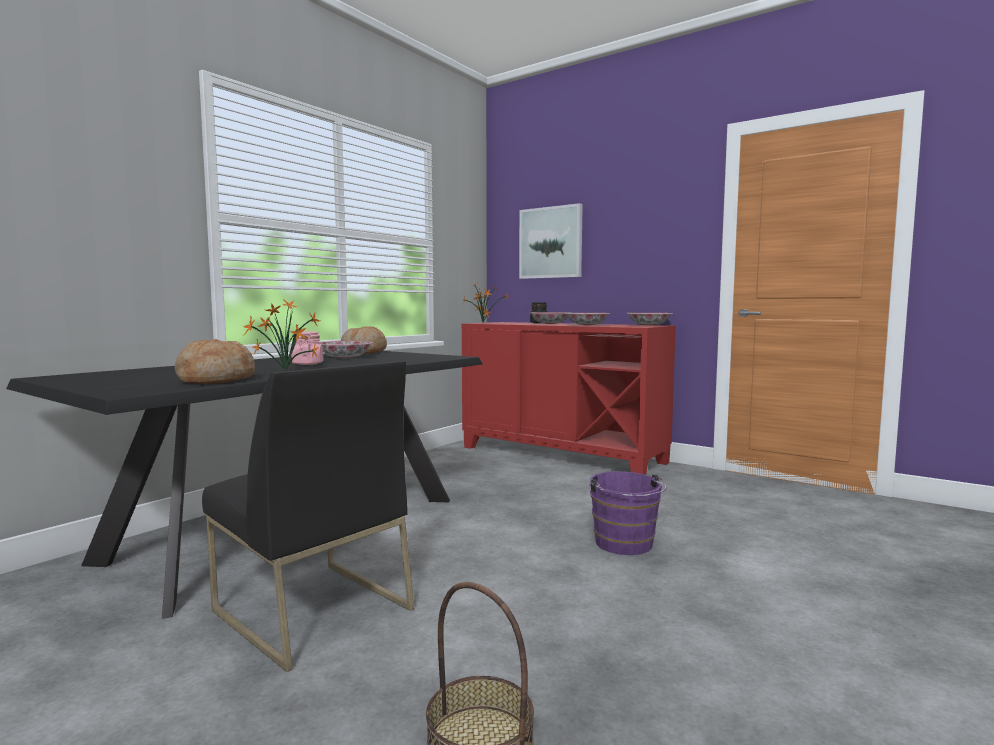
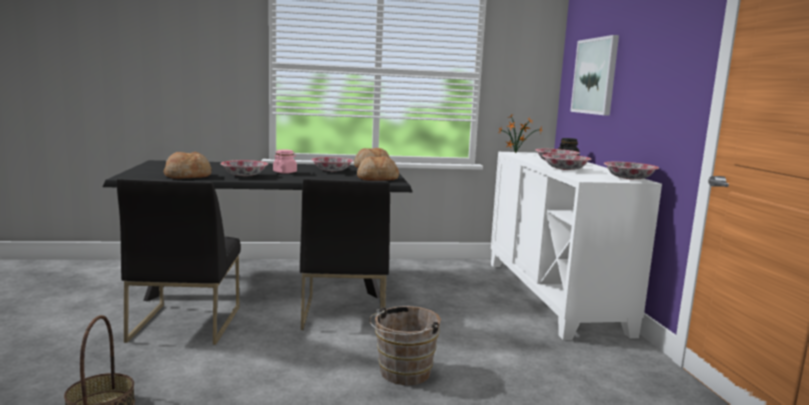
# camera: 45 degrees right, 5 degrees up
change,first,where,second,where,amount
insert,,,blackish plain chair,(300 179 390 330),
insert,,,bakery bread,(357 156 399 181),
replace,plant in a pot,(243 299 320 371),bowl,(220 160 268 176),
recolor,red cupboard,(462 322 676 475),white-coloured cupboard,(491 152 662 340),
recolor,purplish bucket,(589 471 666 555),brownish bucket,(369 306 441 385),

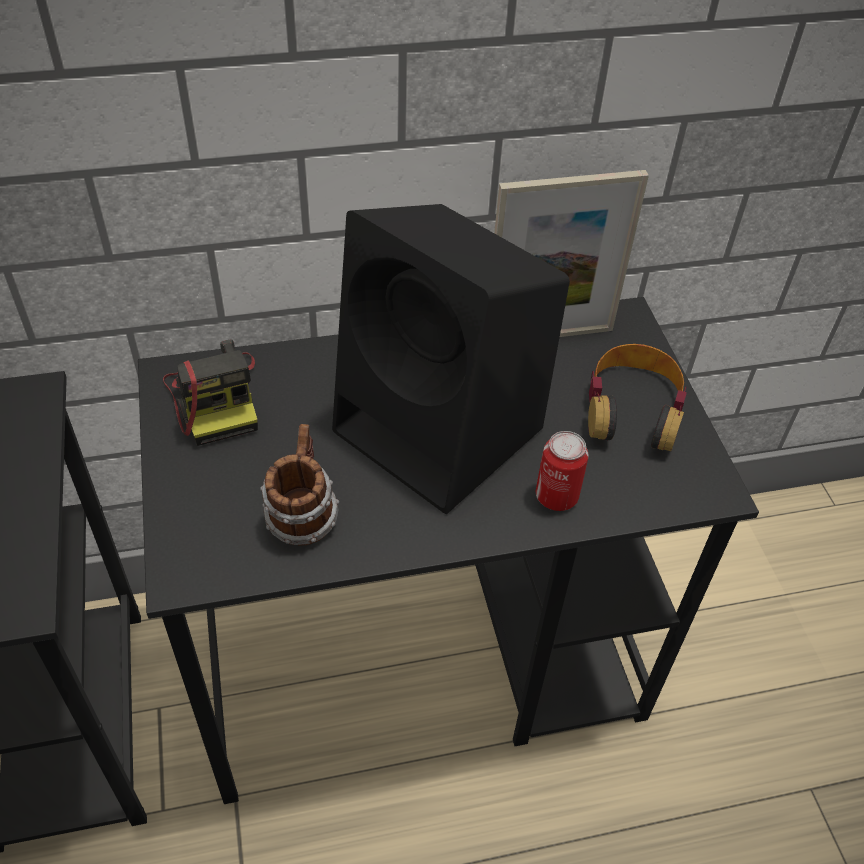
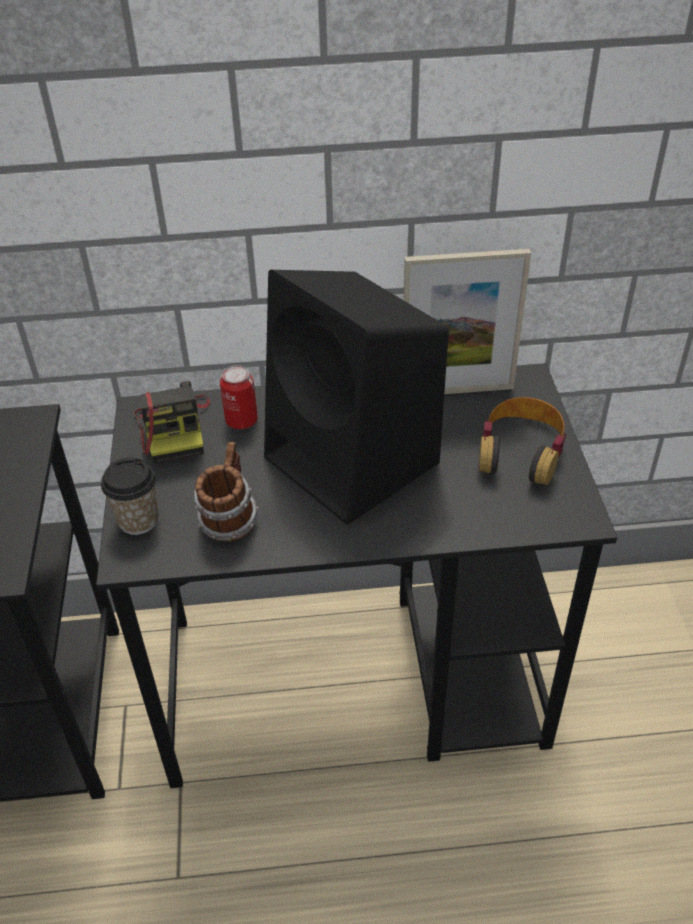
# camera: 10 degrees right, 5 degrees down
change,first,where,second,where,amount
insert,,,drinking cup,(101 458 158 535),
move,can,(536 431 589 511),,(220 365 258 429),

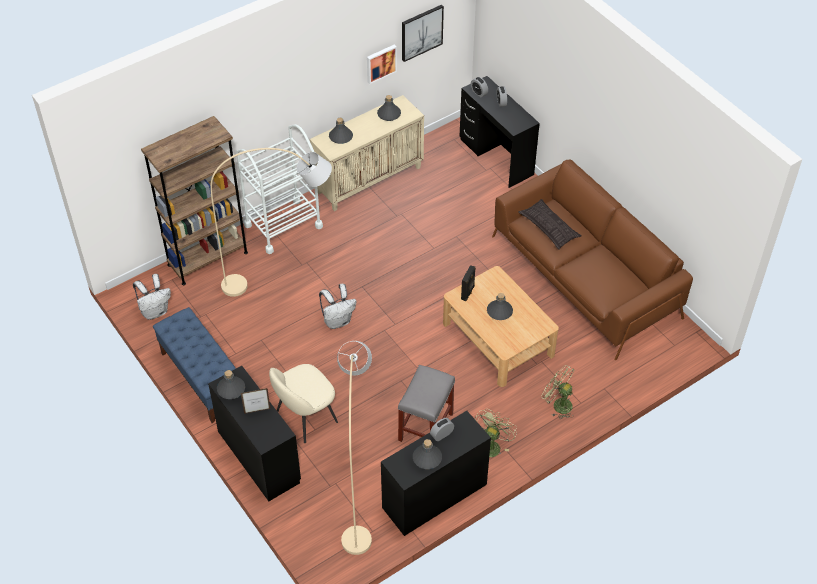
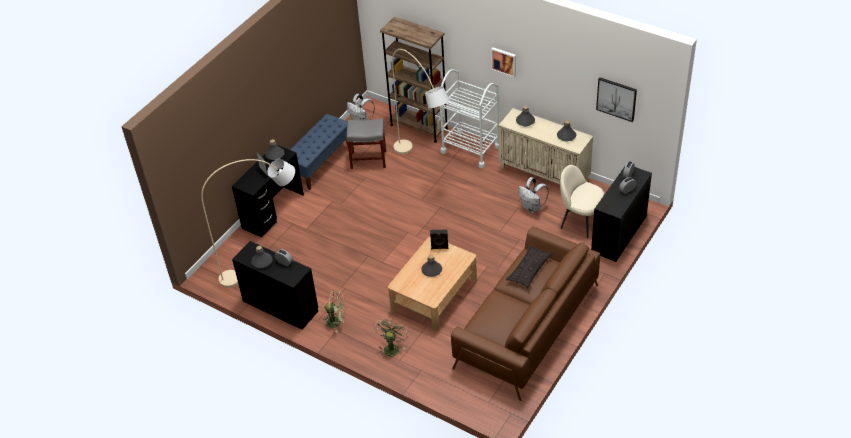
# camera: 70 degrees right, 5 degrees down
change,first,where,second,where,amount
move,sand-coloured plain chair,(269 364 338 443),,(560 165 604 238),
move,white-coloured rucksack,(319 284 356 329),,(518 177 549 213),
move,wall art,(367 44 397 84),,(491 47 516 77),
move,grey sitting stool,(398 365 455 442),,(346 118 386 169),

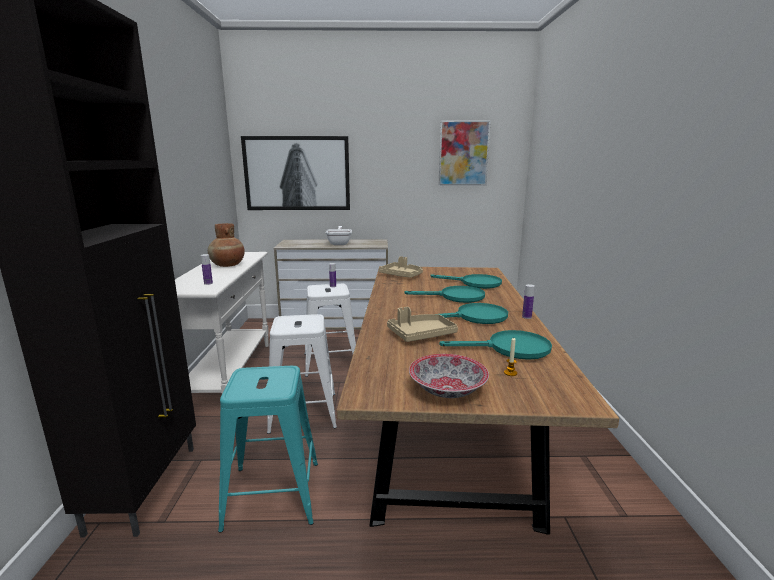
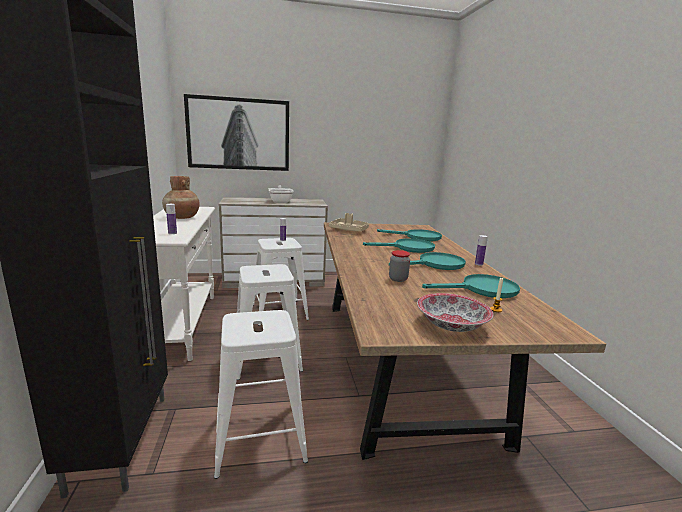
# camera: 10 degrees left, 0 degrees up
change,first,where,second,where,amount
delete,wall art,(439 120 491 186),,,
replace,sand-coloured carrying tray,(387 307 458 342),preserve jar,(389 250 410 282),
recolor,blue-green sitting stool,(218 366 318 532),white-coloured sitting stool,(214 310 308 479),

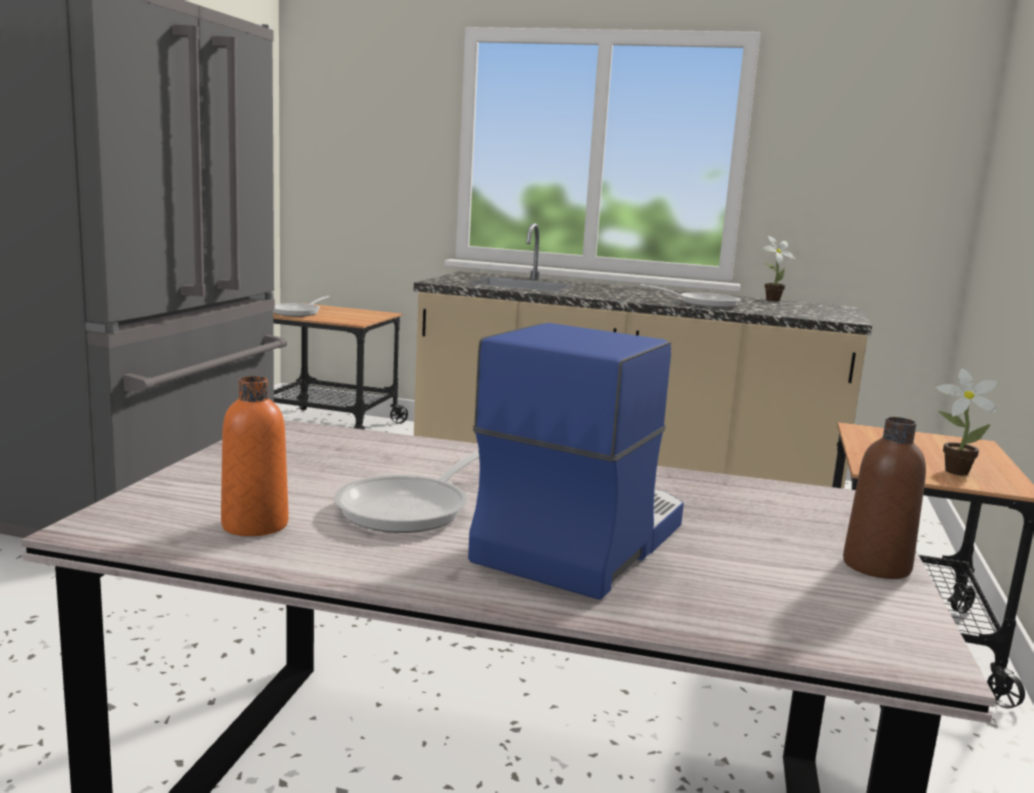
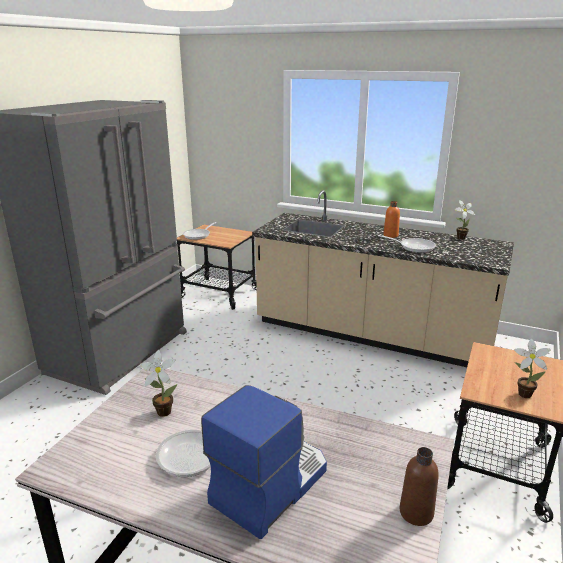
# camera: 10 degrees right, 10 degrees up
change,first,where,second,where,amount
insert,,,plant in a pot,(141 350 178 417),
move,orange-coloured beverage bottle,(221 376 289 536),,(383 201 400 238),

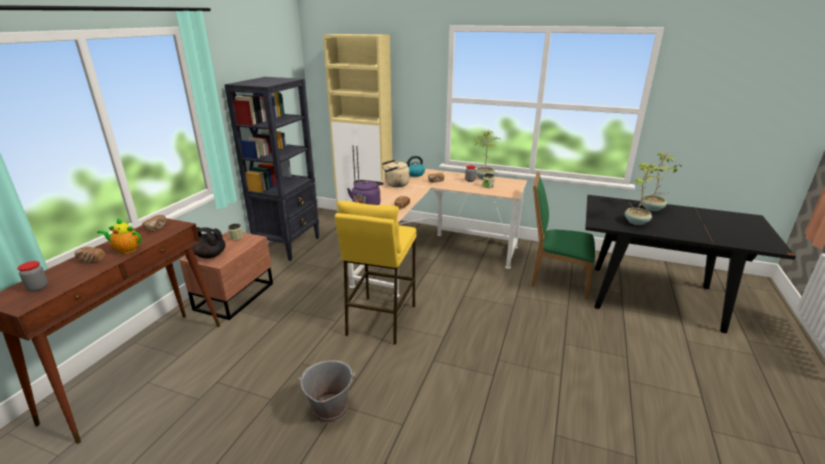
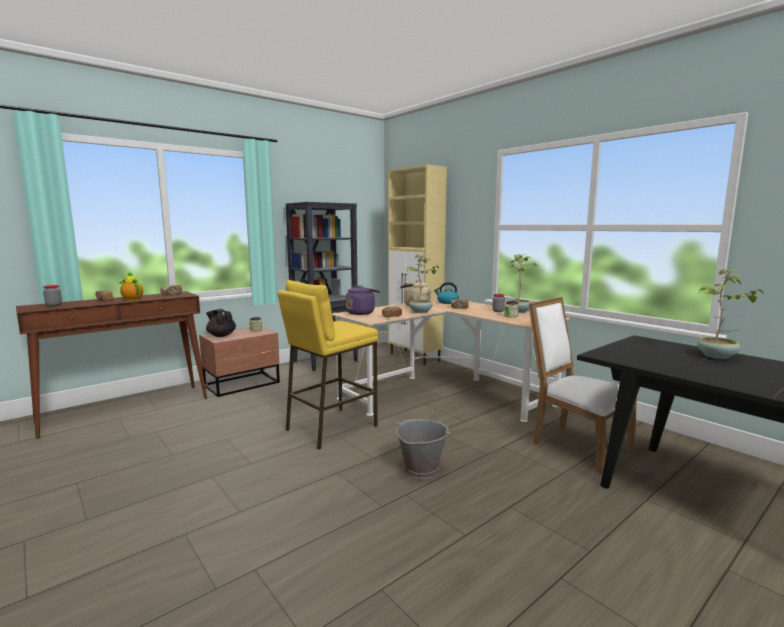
# camera: 30 degrees right, 15 degrees down
change,first,where,second,where,amount
move,grey bucket,(298 360 355 424),,(396 419 450 479),
move,plant in a pot,(625 163 663 225),,(406 254 439 313),
recolor,green-coloured plain chair,(532 171 595 299),white-coloured plain chair,(529 297 638 474),

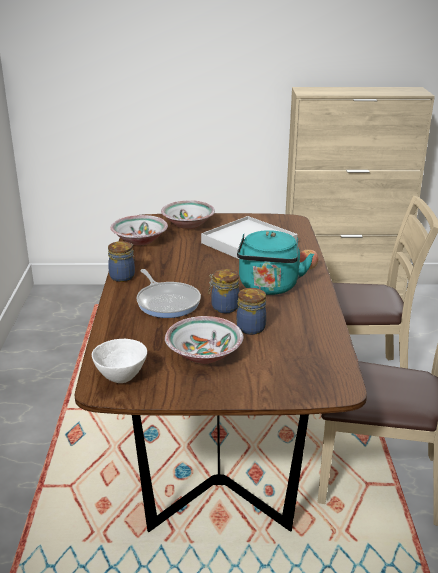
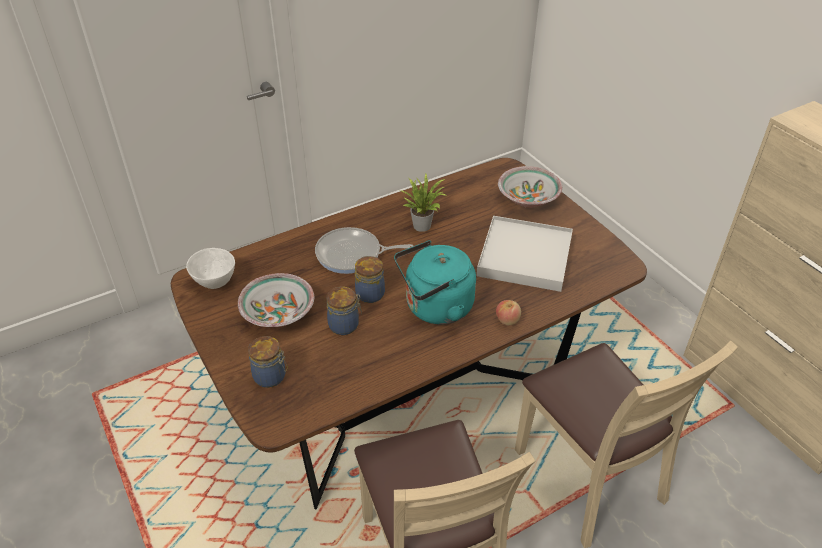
# camera: 60 degrees right, 15 degrees up
change,first,where,second,where,amount
delete,bowl,(111 215 168 245),,,
insert,,,plant in a pot,(402 173 448 232),
move,preserve jar,(108 241 135 282),,(248 336 288 388),
rotate,frying pan,(136 269 201 318),,(315 227 413 274),60 degrees clockwise

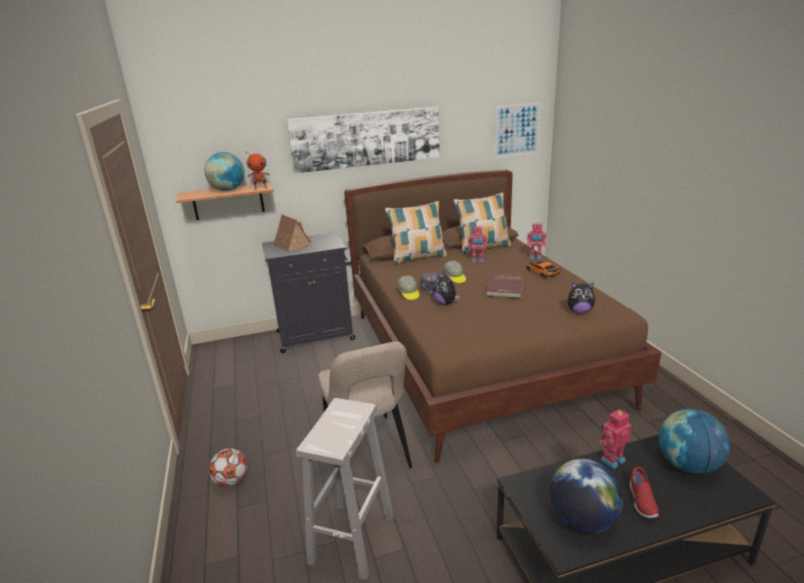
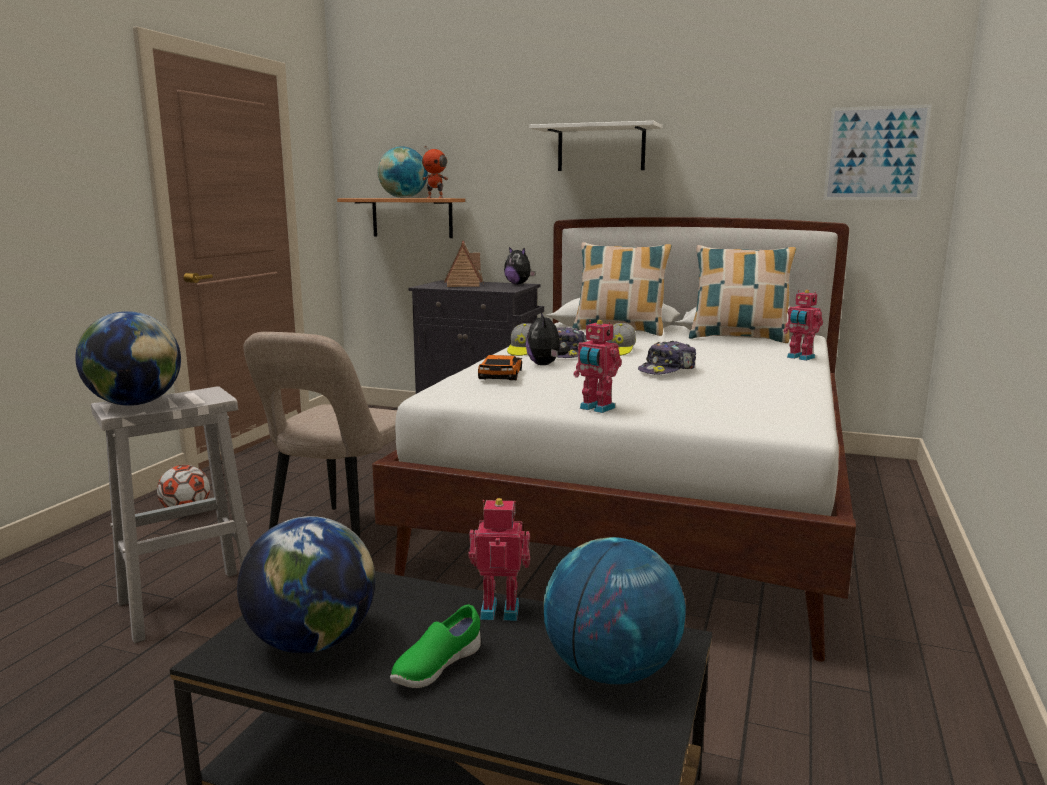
# camera: 35 degrees right, 10 degrees down
change,first,where,second,where,amount
insert,,,desk globe,(75 311 181 406),
move,toy robot,(468 226 487 262),,(573 320 622 413),
move,model car,(526 261 561 278),,(478 355 522 380),
move,plush toy,(567 282 596 314),,(504 247 536 285),
replace,wall art,(286 107 440 174),white-coloured wall shelf,(529 121 662 171),
replace,red volume,(486 274 524 298),peaked cap,(638 341 696 374),
recolor,brownish bedroom bed,(344 170 661 463),white-coloured bedroom bed,(372 217 856 662),
recolor,red shoe,(630 467 659 518),green-coloured shoe,(390 605 481 688),

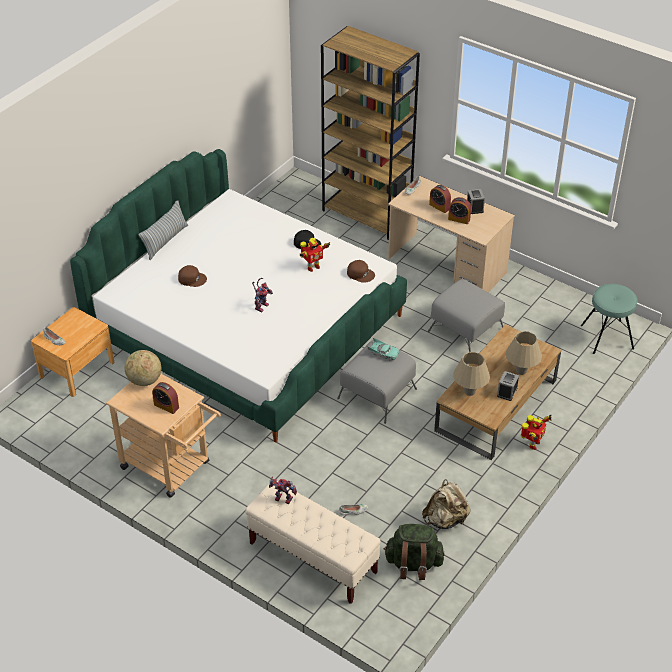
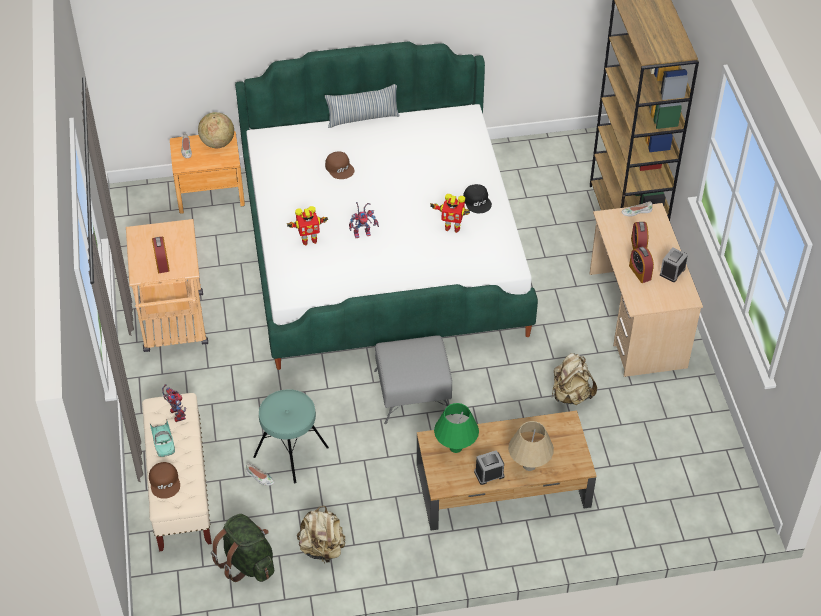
# camera: 45 degrees right, 5 degrees up
change,first,where,second,where,amount
move,desk globe,(125 350 161 386),,(198 112 234 149),
move,brownish peaked cap,(347 260 375 283),,(149 462 180 499),
move,blue-green model car,(367 338 400 361),,(150 421 175 457),
move,toy robot,(521 415 552 450),,(287 206 328 245),
move,blue-green sitting stool,(581 284 637 354),,(253 389 329 483),
replace,grey ottoman,(428 279 505 352),sand-coloured rucksack,(552 353 597 405),
recolor,sand-coloured table lamp,(453 352 490 396),green-coloured table lamp,(434 403 479 453),

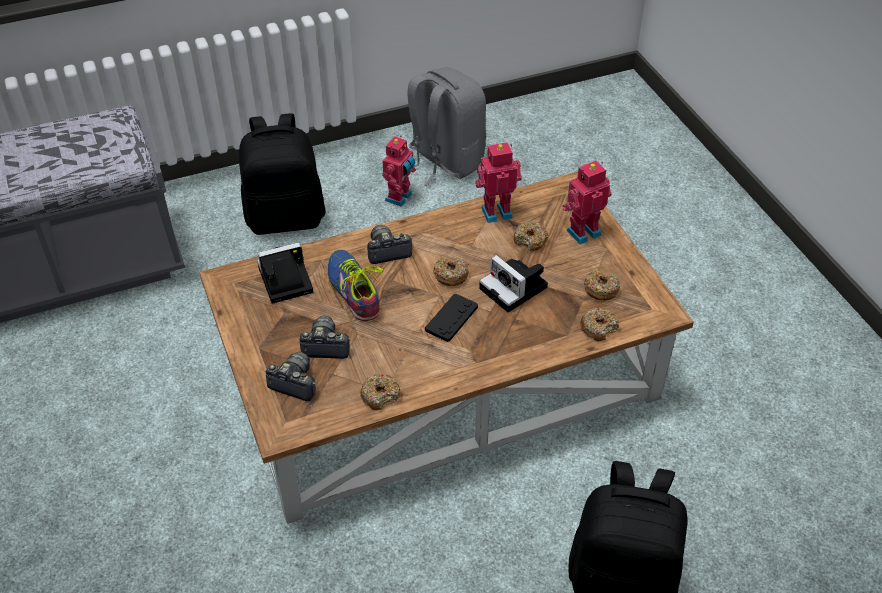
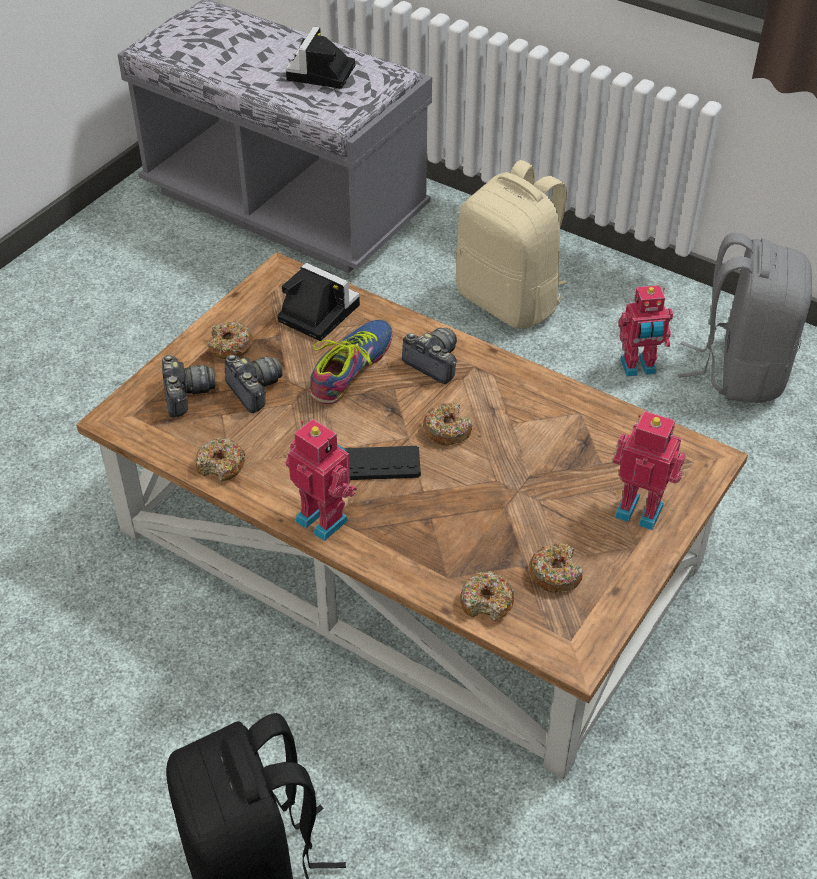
# camera: 55 degrees right, 0 degrees up
change,first,where,second,where,amount
move,toy robot,(475 142 522 223),,(285 419 357 541),
move,photo camera,(479 255 548 312),,(286 27 356 89),
move,donut,(514 221 548 251),,(208 321 253 359),
recolor,blackish rucksack,(239 113 325 235),sand-coloured rucksack,(455 160 567 329),

